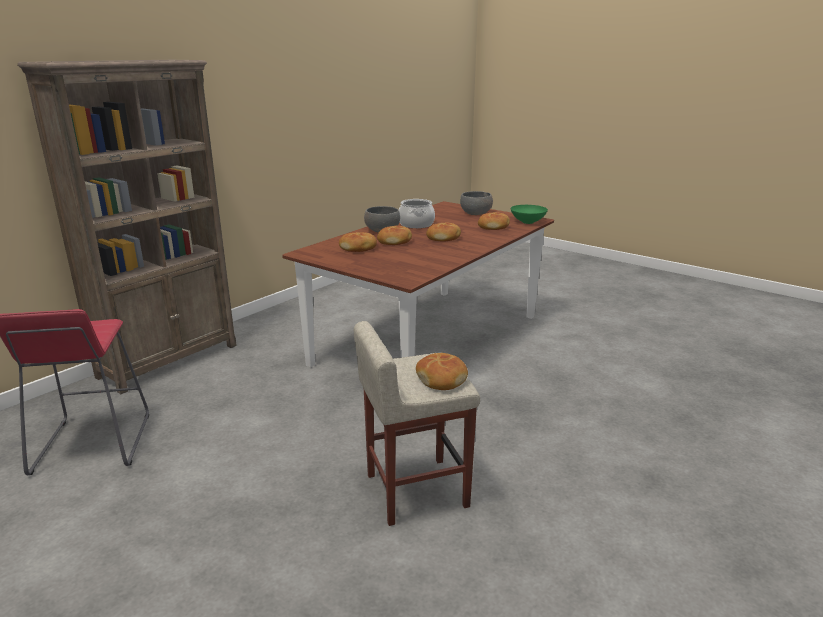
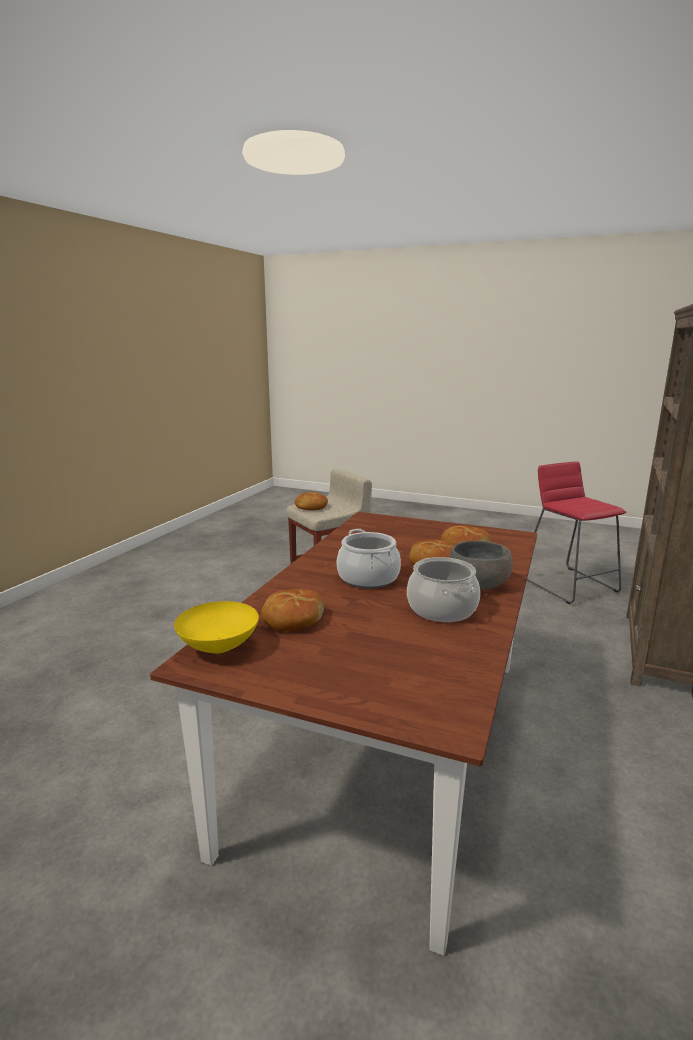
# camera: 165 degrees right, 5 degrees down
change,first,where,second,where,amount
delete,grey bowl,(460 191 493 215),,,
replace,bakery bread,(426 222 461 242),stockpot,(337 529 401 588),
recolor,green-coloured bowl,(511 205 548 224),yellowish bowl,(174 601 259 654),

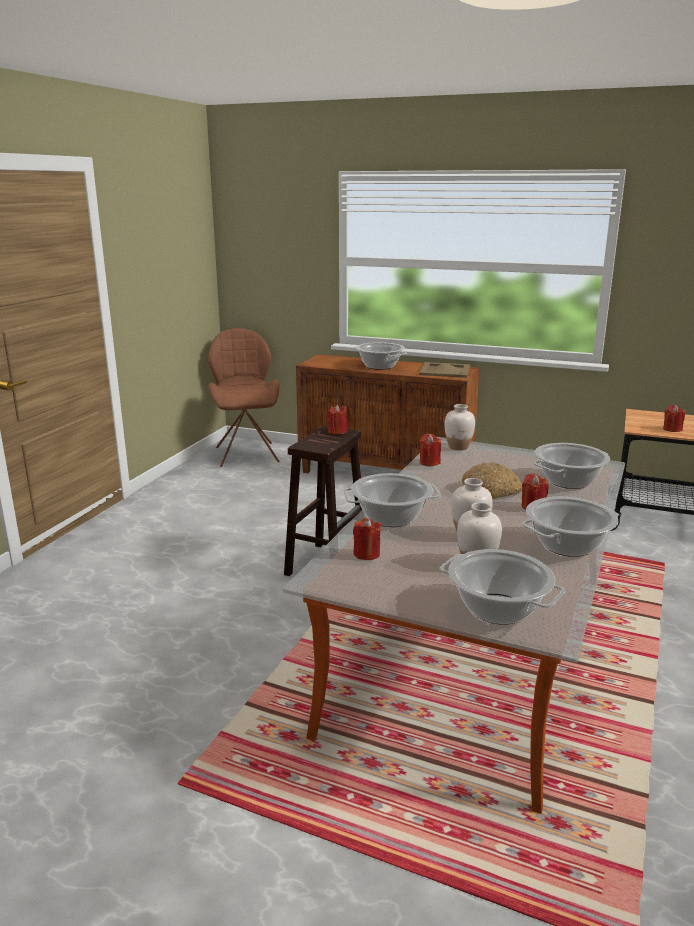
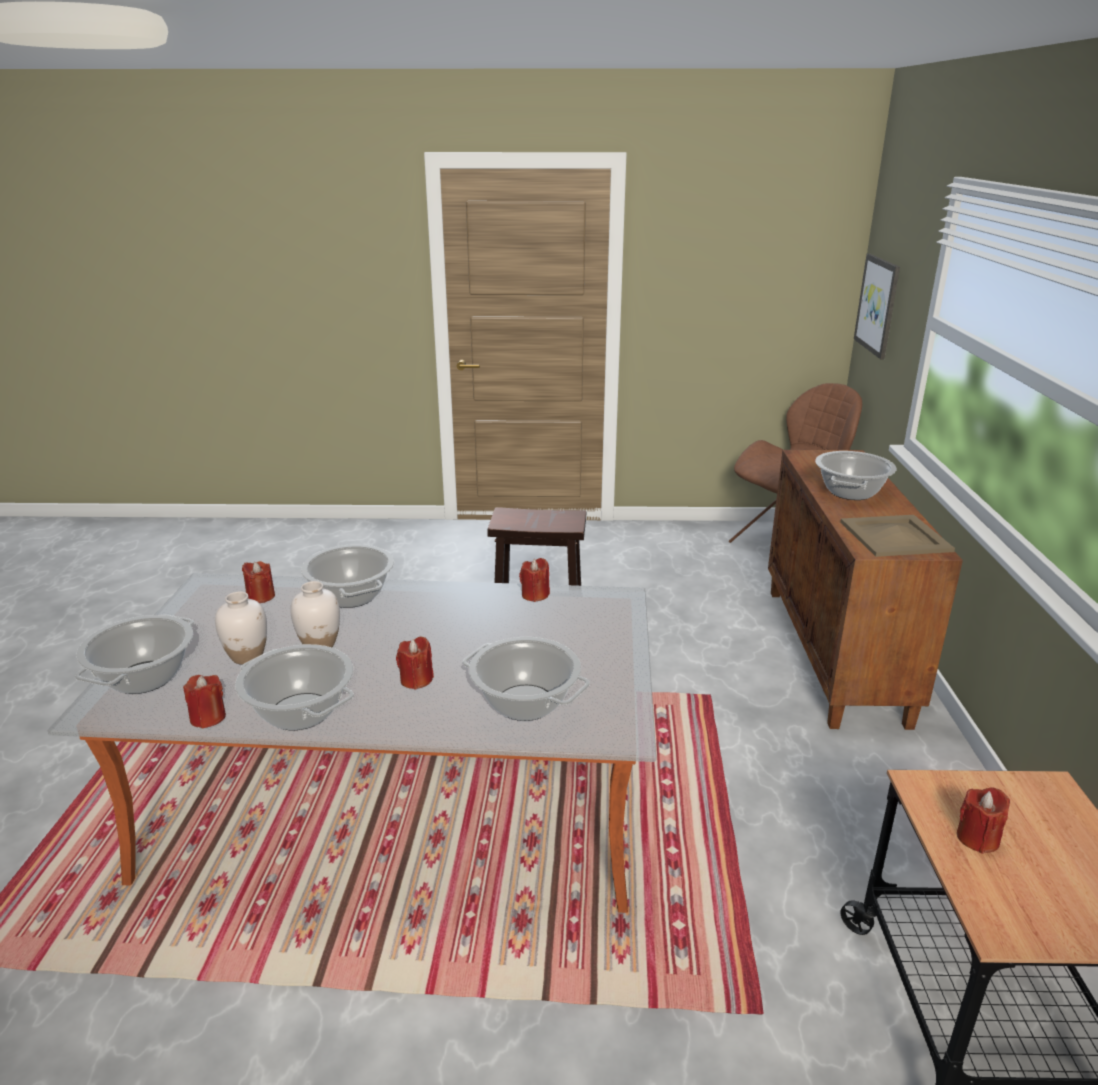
# camera: 70 degrees right, 5 degrees up
change,first,where,second,where,amount
delete,white-coloured decorative vase,(444 404 475 450),,,
delete,bakery bread,(461 462 523 499),,,
insert,,,wall art,(854 254 900 360),
move,red wax light,(327 405 347 434),,(183 675 226 729),

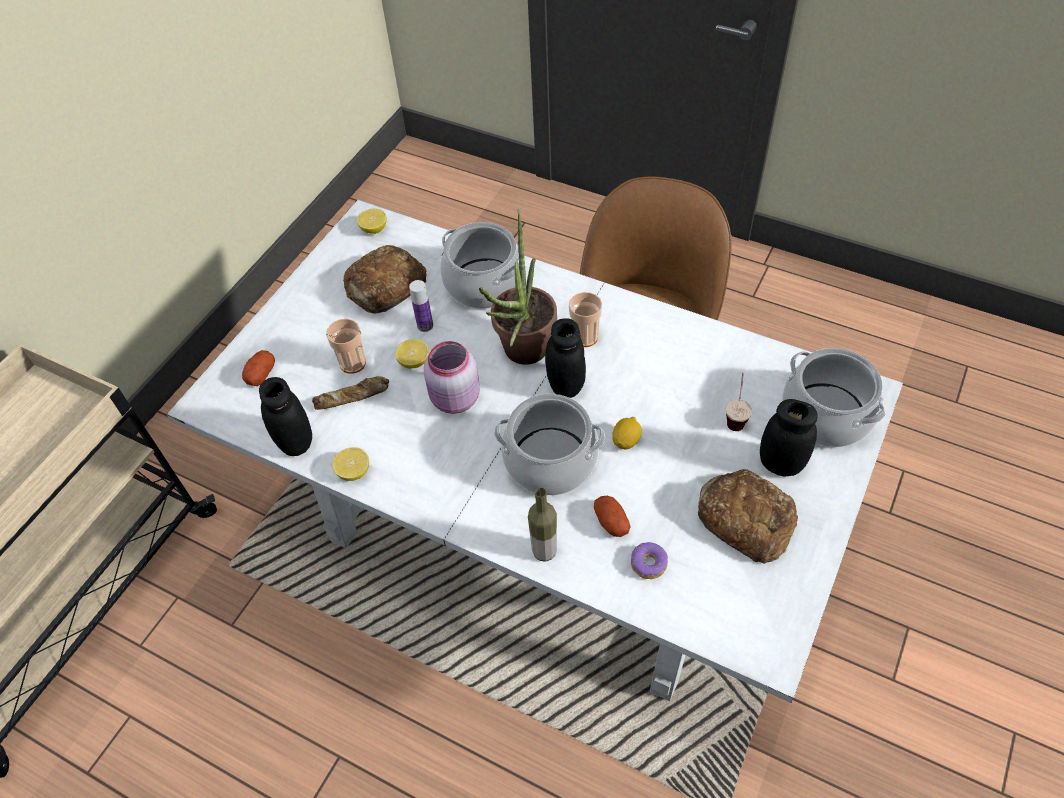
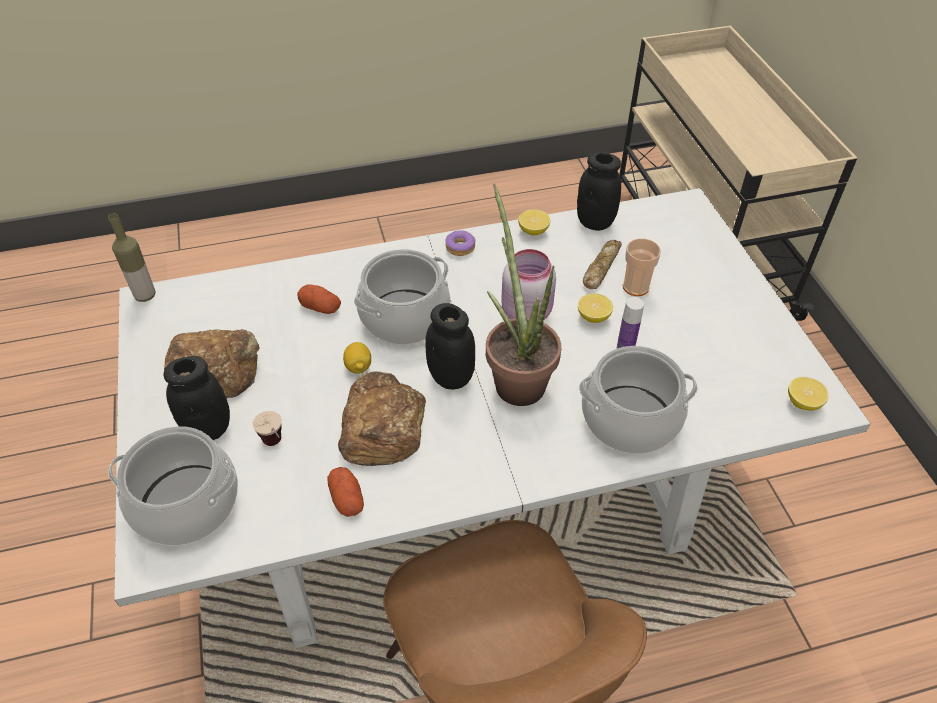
# camera: 135 degrees right, 5 degrees down
change,first,where,second,where,amount
delete,drinking cup,(569 292 602 347),,,
move,whole potato,(242 350 275 386),,(328 467 364 517),
move,bakery bread,(343 245 427 314),,(338 371 426 466),
move,beverage bottle,(528 487 557 562),,(108 213 156 302),
move,donut,(631 542 668 579),,(445 231 476 256),

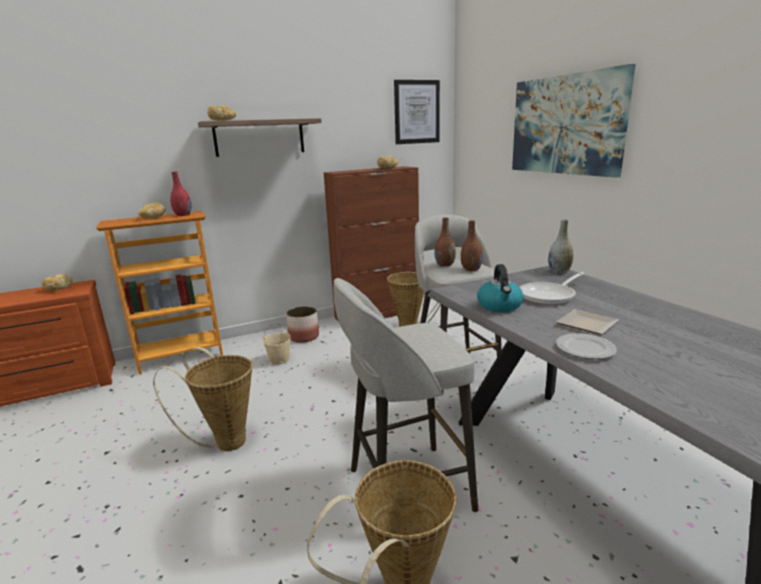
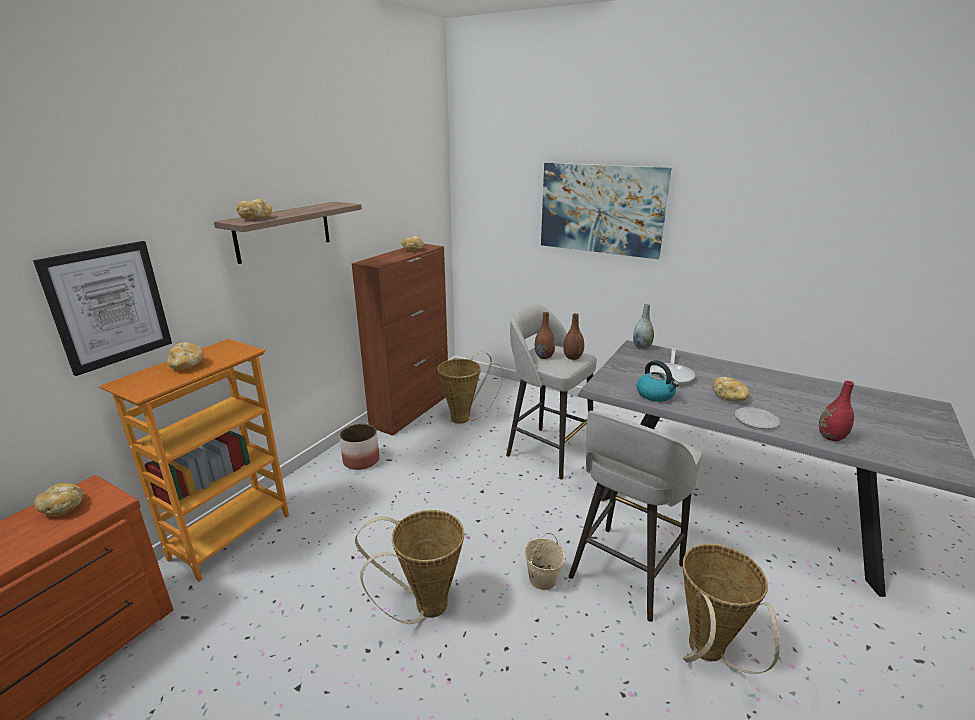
# camera: 35 degrees left, 5 degrees up
change,first,where,second,where,amount
move,red decorative vase,(170 172 192 216),,(819 381 854 441),
move,sand-coloured bucket,(263 323 291 365),,(524 533 565 590),
move,wall art,(394 80 440 144),,(33 241 172 376),
replace,dinner plate,(556 309 618 334),bakery bread,(712 377 749 401),

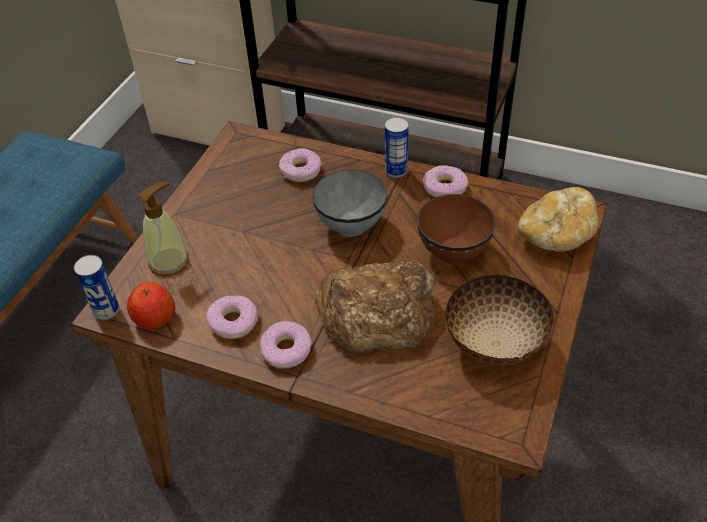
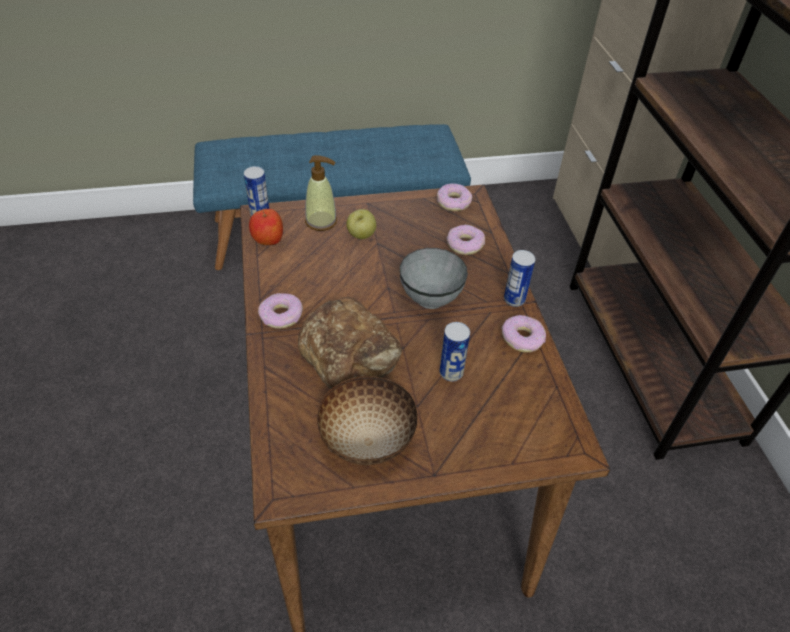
# camera: 55 degrees right, 0 degrees up
change,first,where,second,where,amount
delete,bakery bread,(518 187 599 252),,,
insert,,,apple fruit,(347 209 376 239),
move,donut,(206 296 258 339),,(437 184 472 211),
replace,brownish bowl,(417 194 496 264),can,(440 322 470 382),

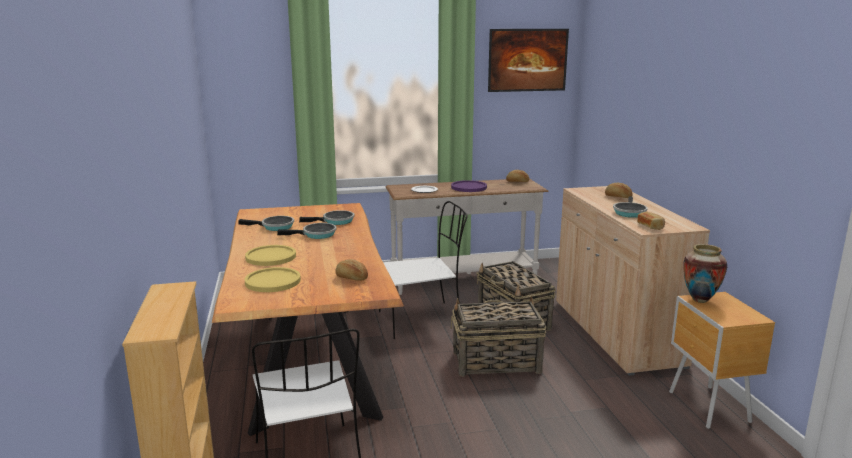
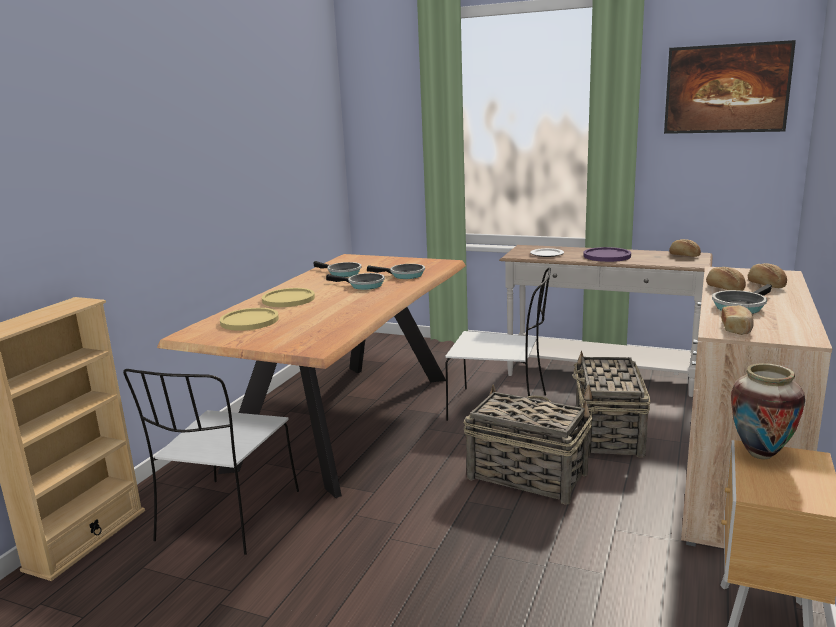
# camera: 35 degrees right, 0 degrees up
change,first,where,second,where,amount
move,bakery bread,(335 259 368 281),,(706 267 746 291),

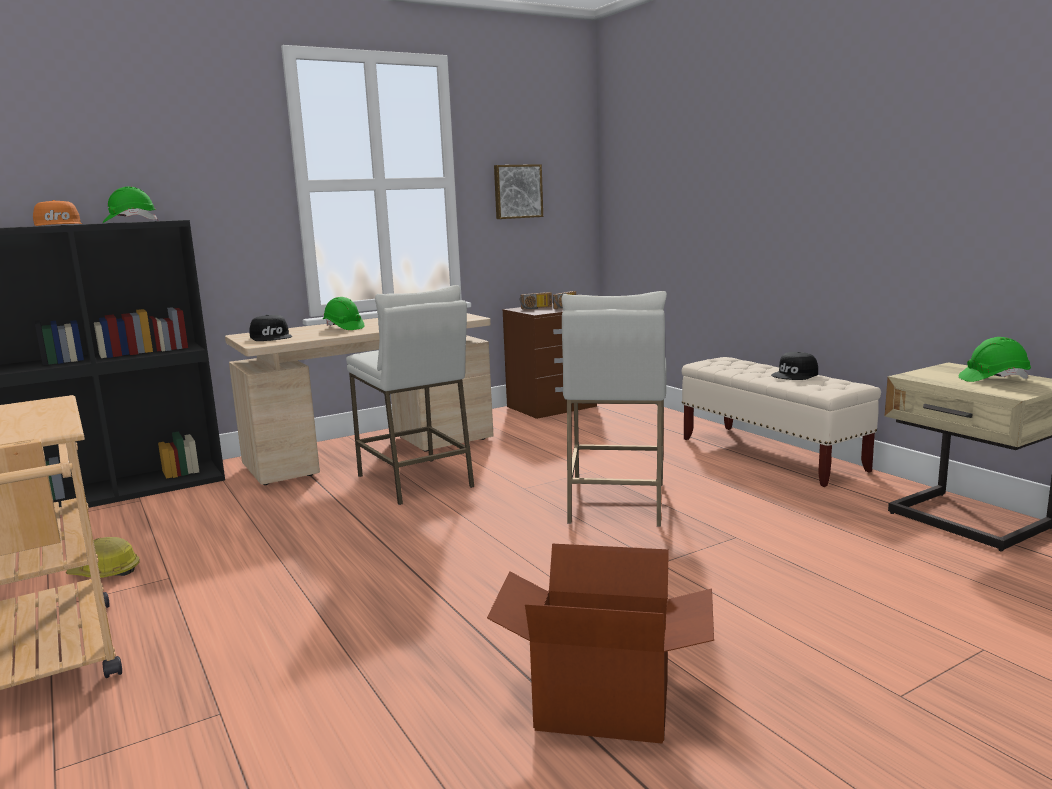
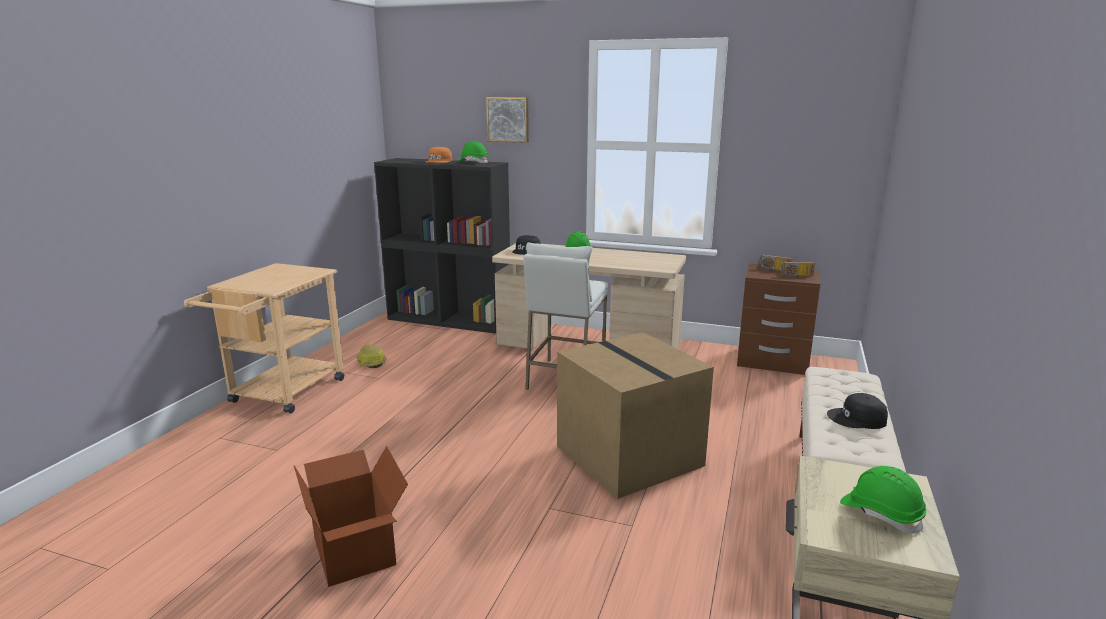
# camera: 50 degrees right, 5 degrees up
change,first,where,second,where,amount
move,wall art,(494 164 543 219),,(486 97 529 143),
replace,white-coloured sitting stool,(561 291 667 527),carton,(557 332 714 499),

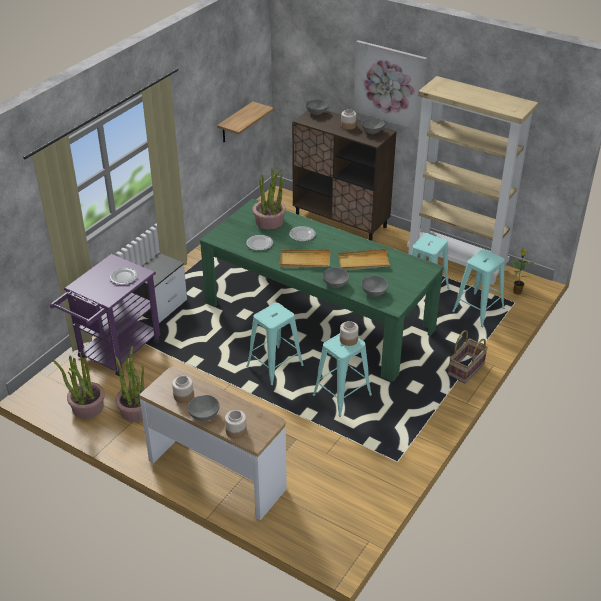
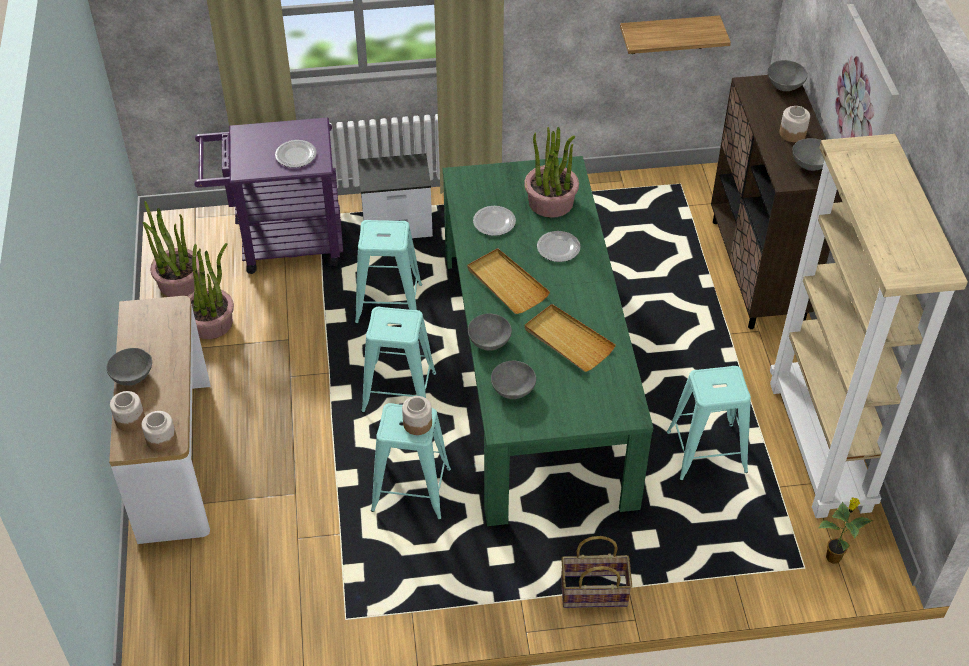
# camera: 50 degrees right, 10 degrees up
change,first,where,second,where,amount
move,preserve jar,(172 376 194 403),,(141 411 177 452),
move,blue-green sitting stool,(452 249 505 327),,(355 220 422 324),

